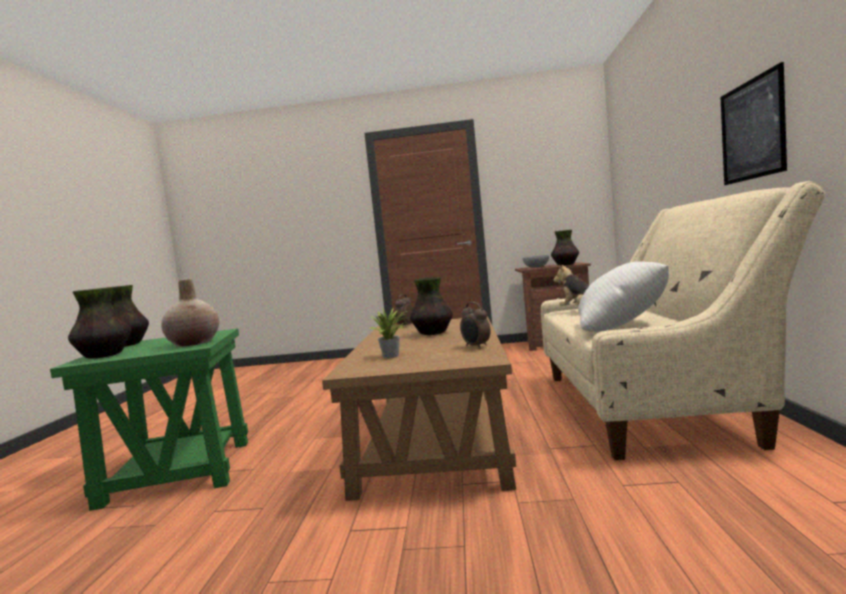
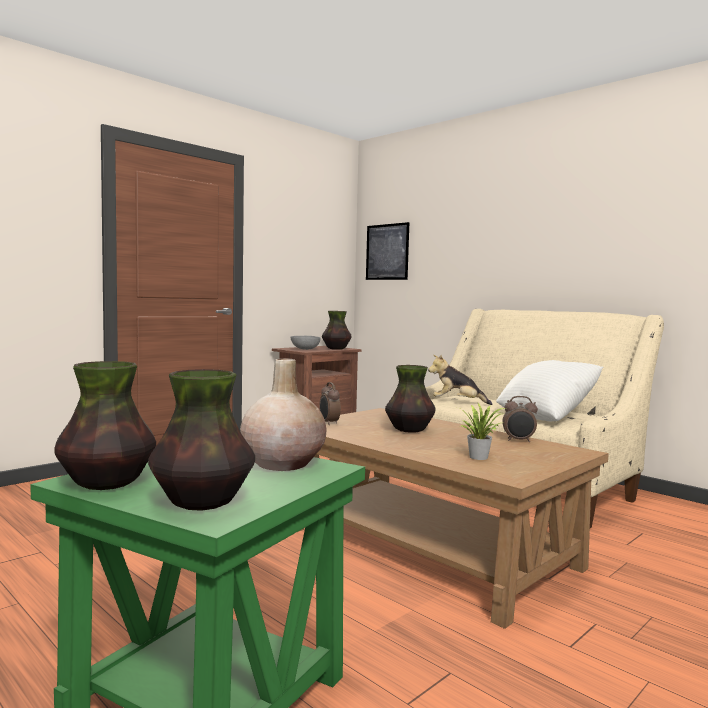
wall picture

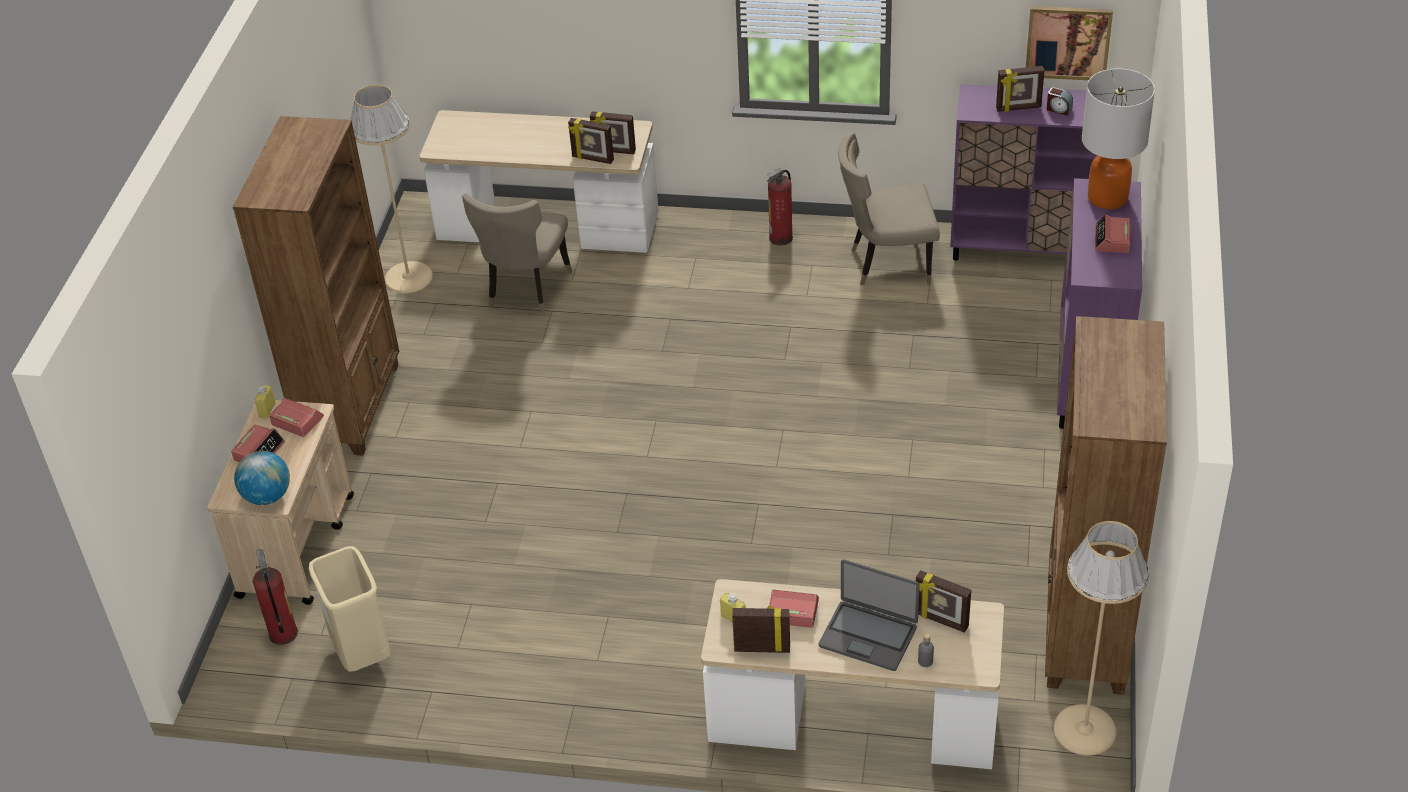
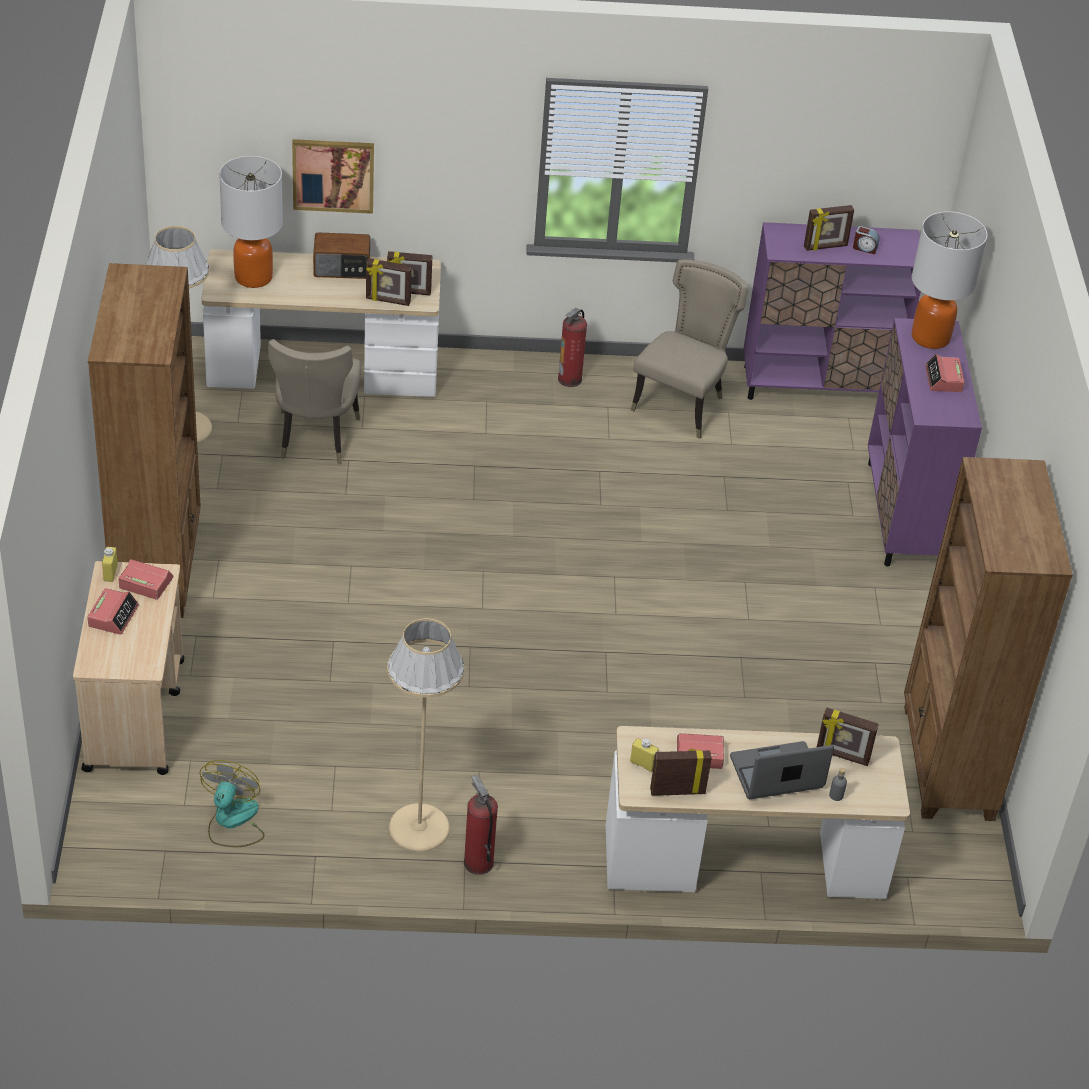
wall picture
upright chair in beige (no. 2 from left)
globe
floor lamp in beige (no. 2 from left)
fan
fire-fighting cylinder (no. 1 from left)
portable computer
lamp for a table (no. 1 from left)
radio

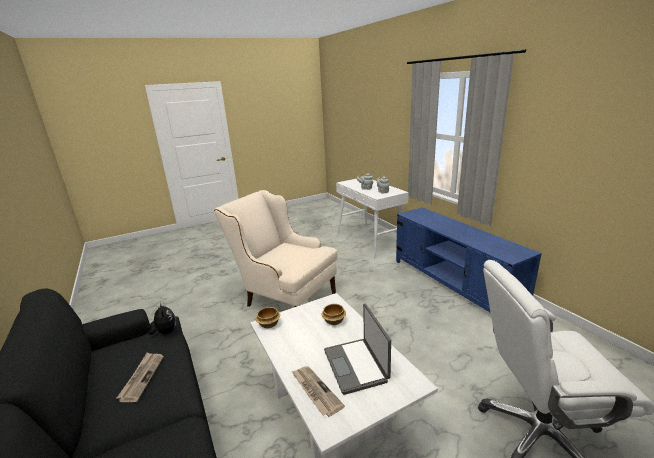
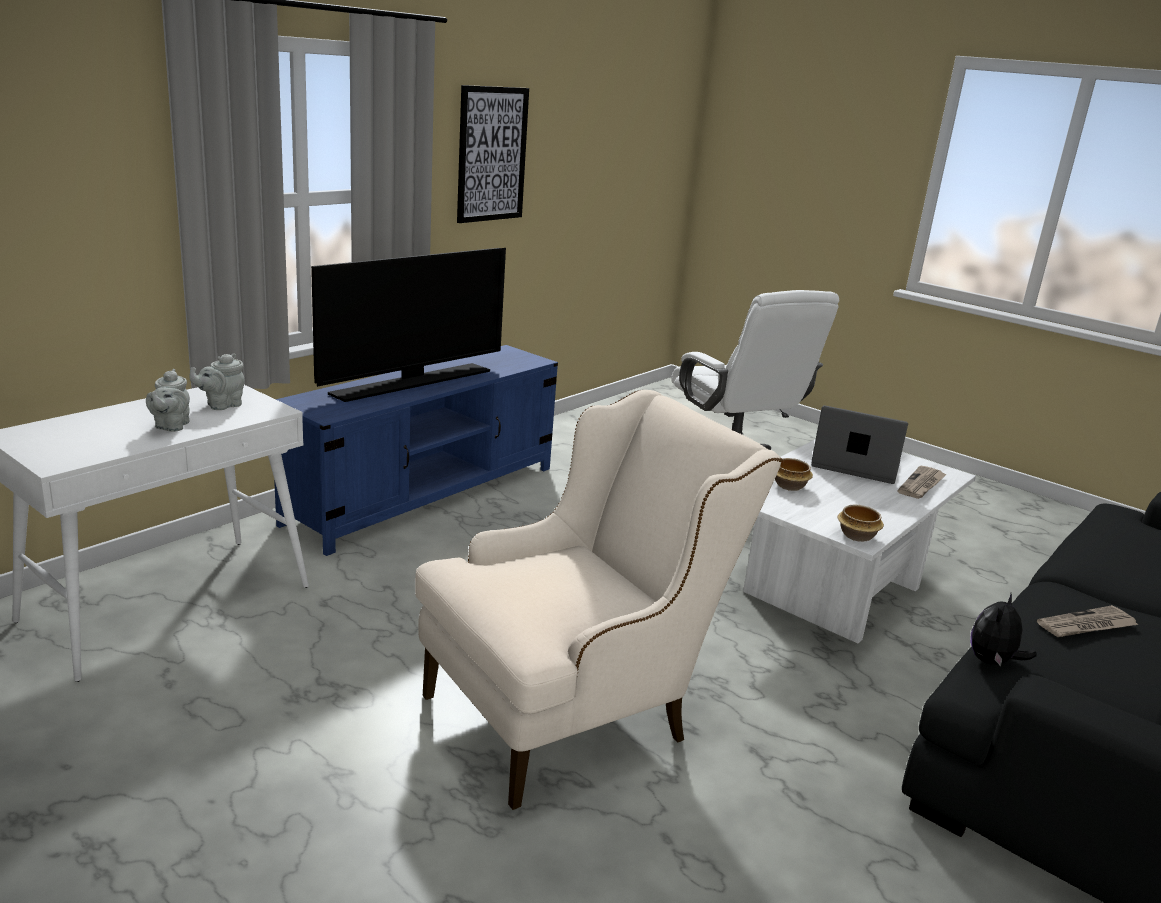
lounge chair in beige
portable computer
wall picture
TV

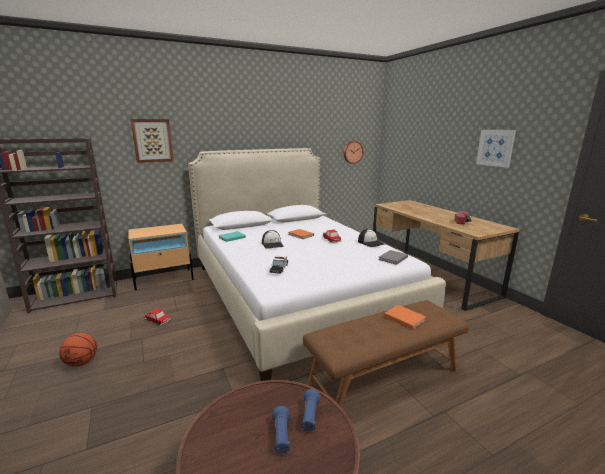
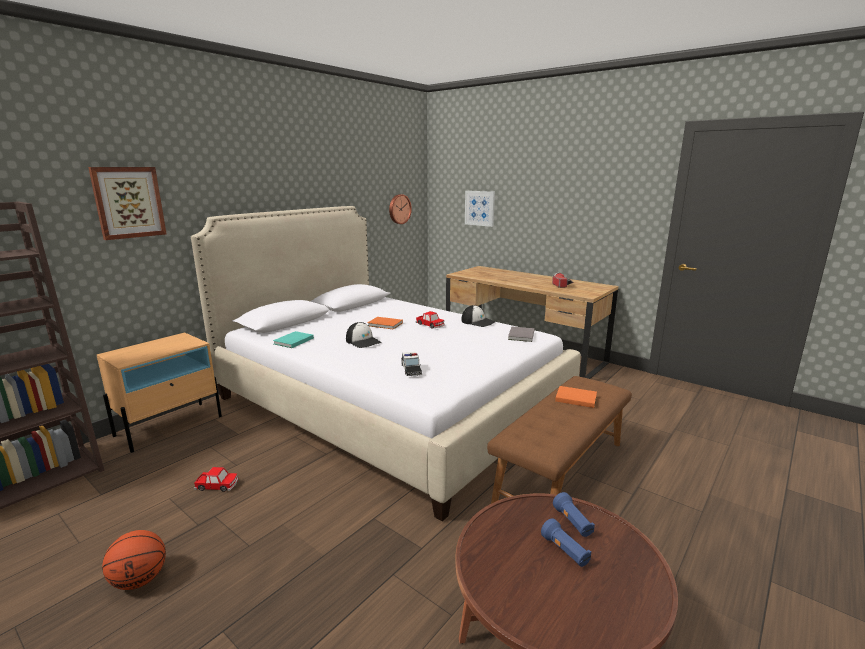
wall picture (no. 2 from left)

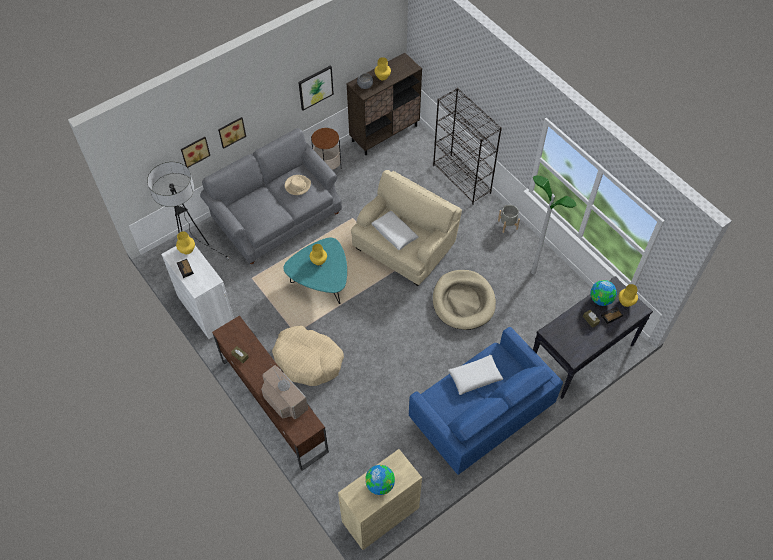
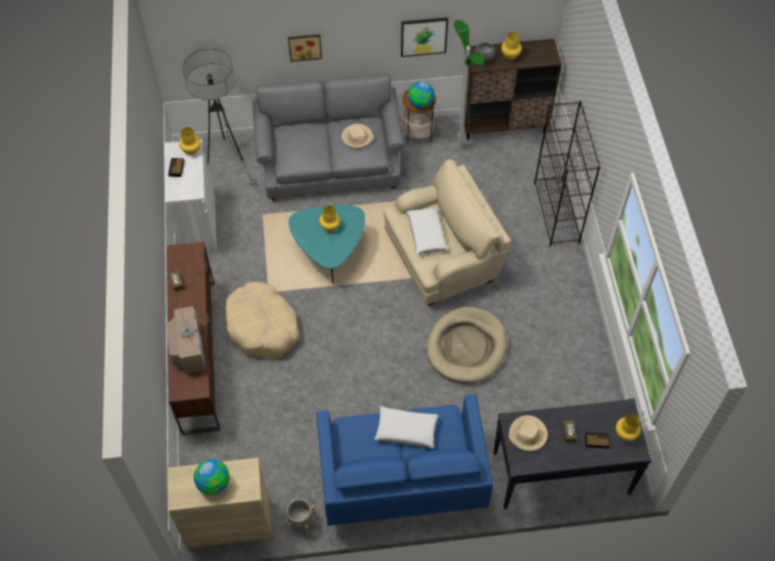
wall picture (no. 1 from left in the first image)
floor lamp (no. 2 from left)
planter in gray
globe (no. 2 from left)
wearable hat in beige (no. 2 from left)

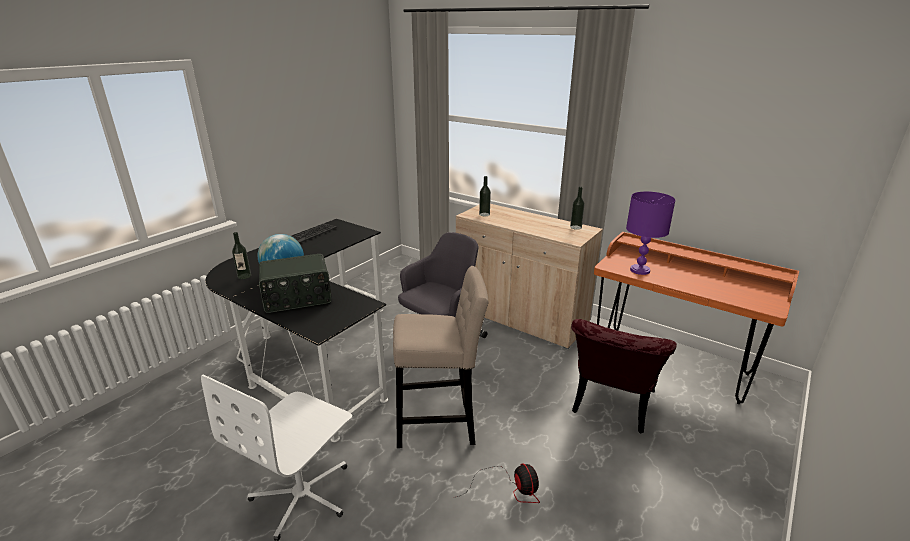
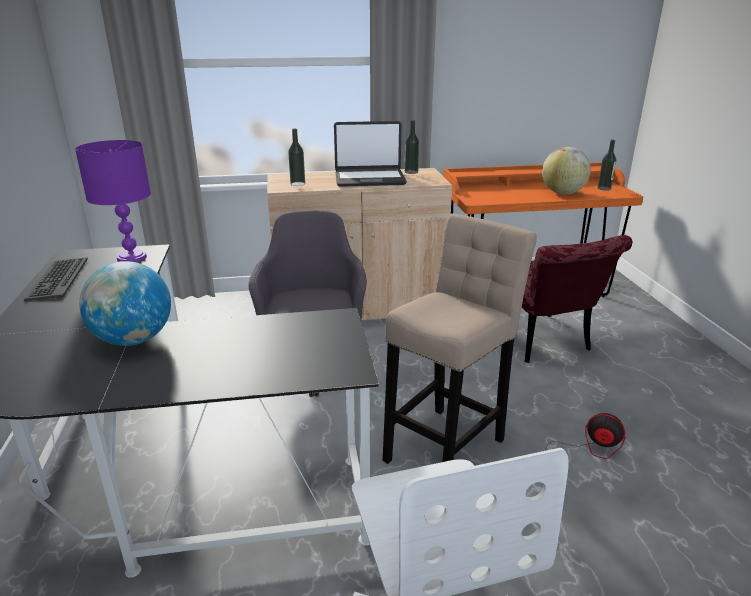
lamp for a table in purplish
drink bottle (no. 3 from left)
radio
portable computer
globe (no. 2 from left)

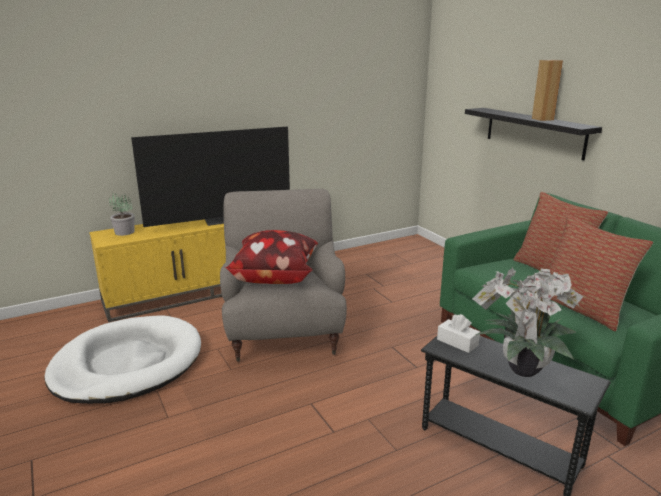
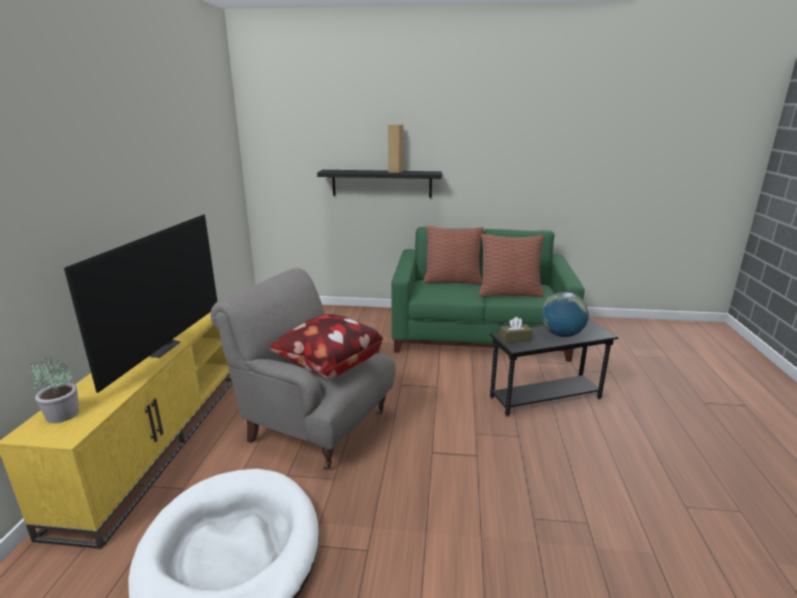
globe
tissue box in brown

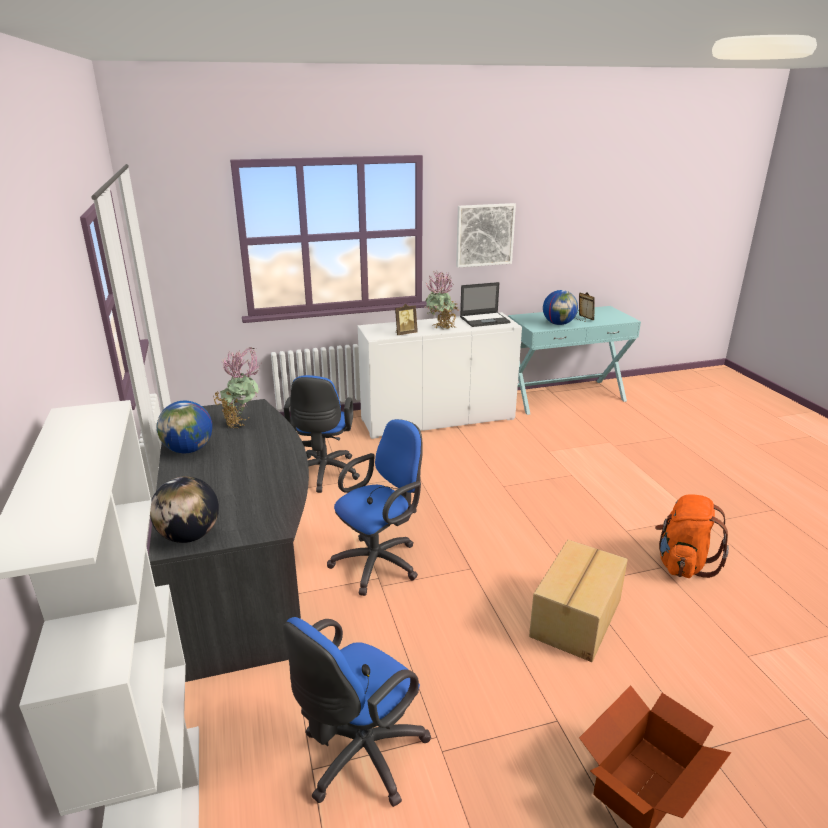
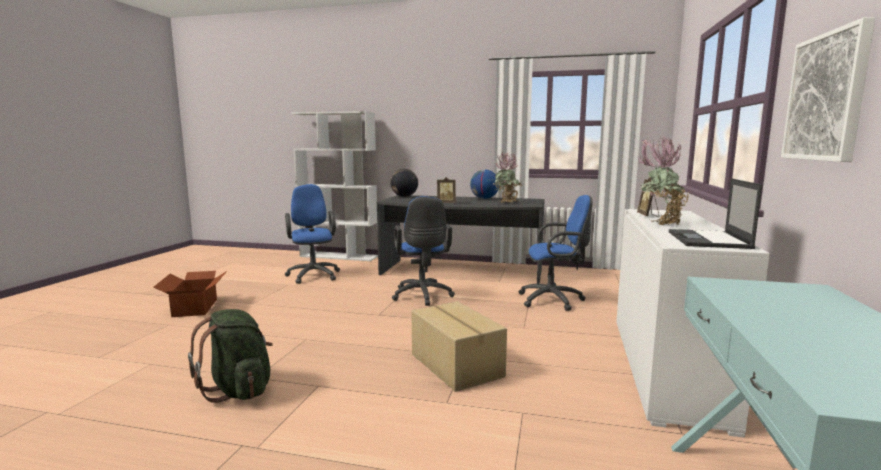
globe (no. 3 from left in the first image)
standing frame (no. 1 from left)
desk chair in bluish (no. 3 from left)
rucksack in green-coloured
cardboard box (no. 2 from left)

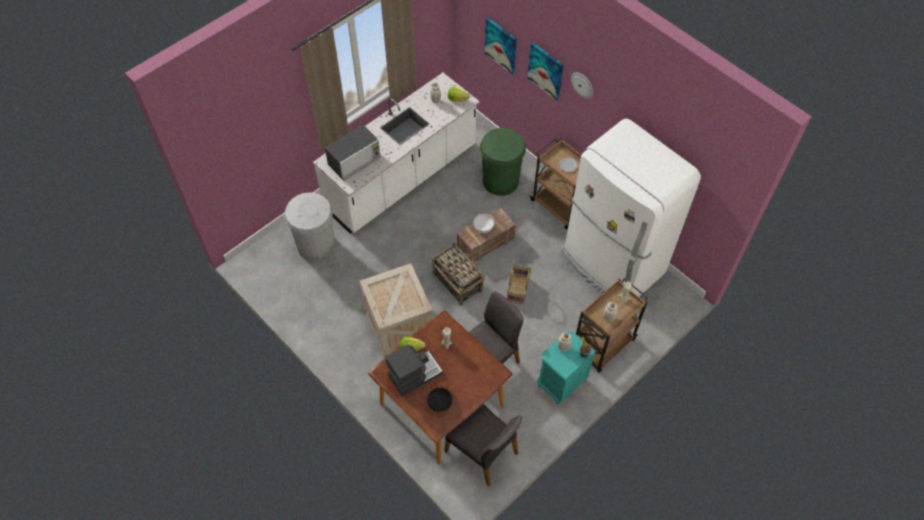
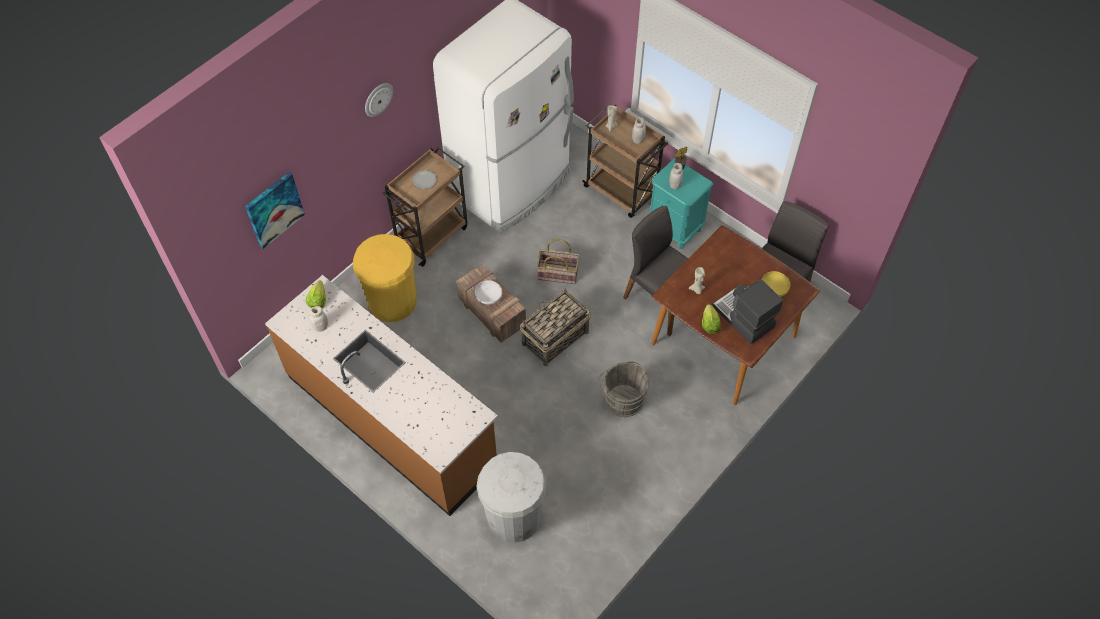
wall picture (no. 2 from left in the first image)
kitchen counter in brown
microwave oven
trash can in yellow-coloured
bucket in gray
deep dish in yellow-coloured

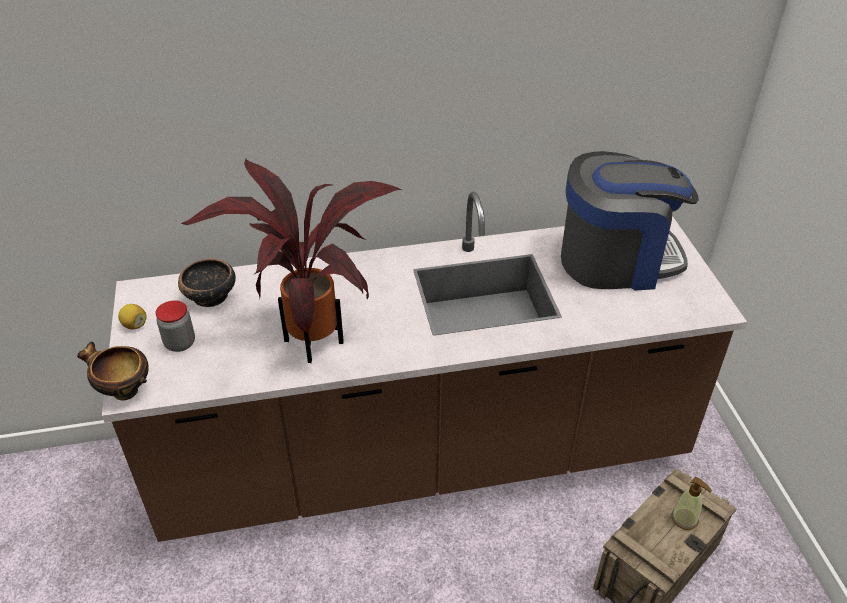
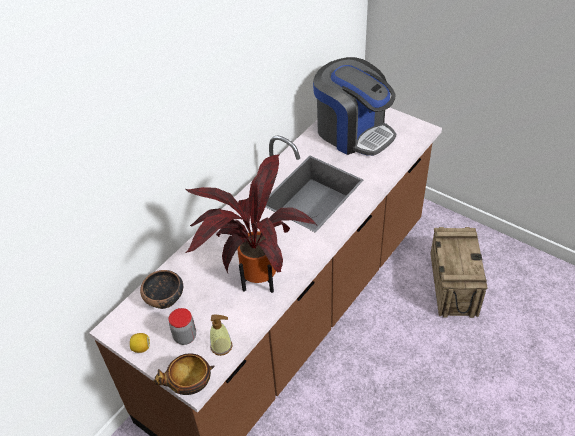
coffee maker
soap dispenser

